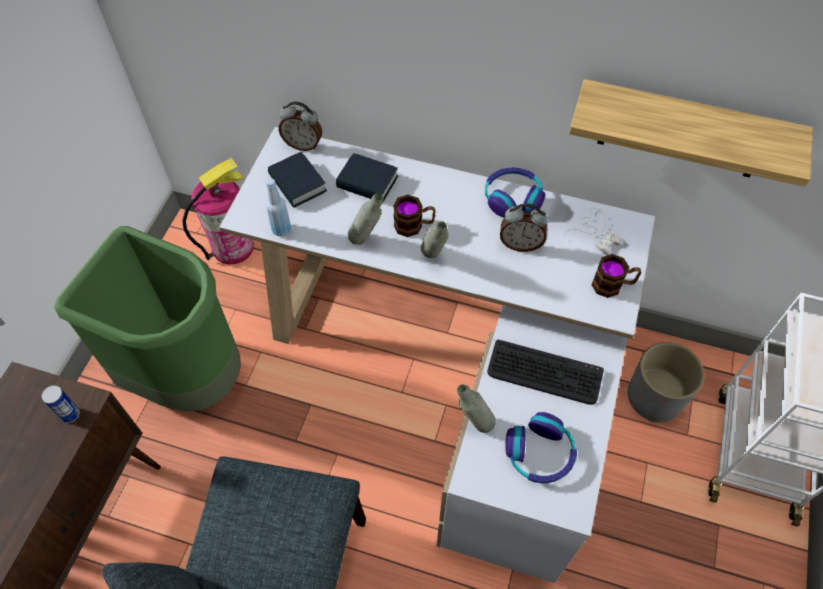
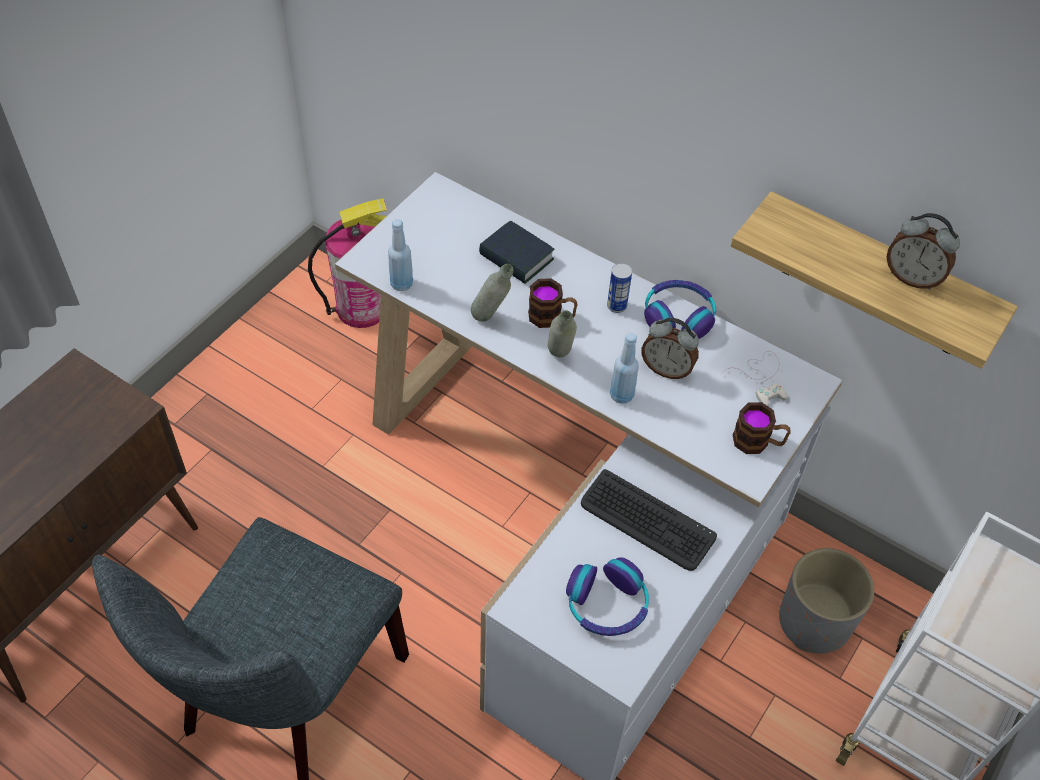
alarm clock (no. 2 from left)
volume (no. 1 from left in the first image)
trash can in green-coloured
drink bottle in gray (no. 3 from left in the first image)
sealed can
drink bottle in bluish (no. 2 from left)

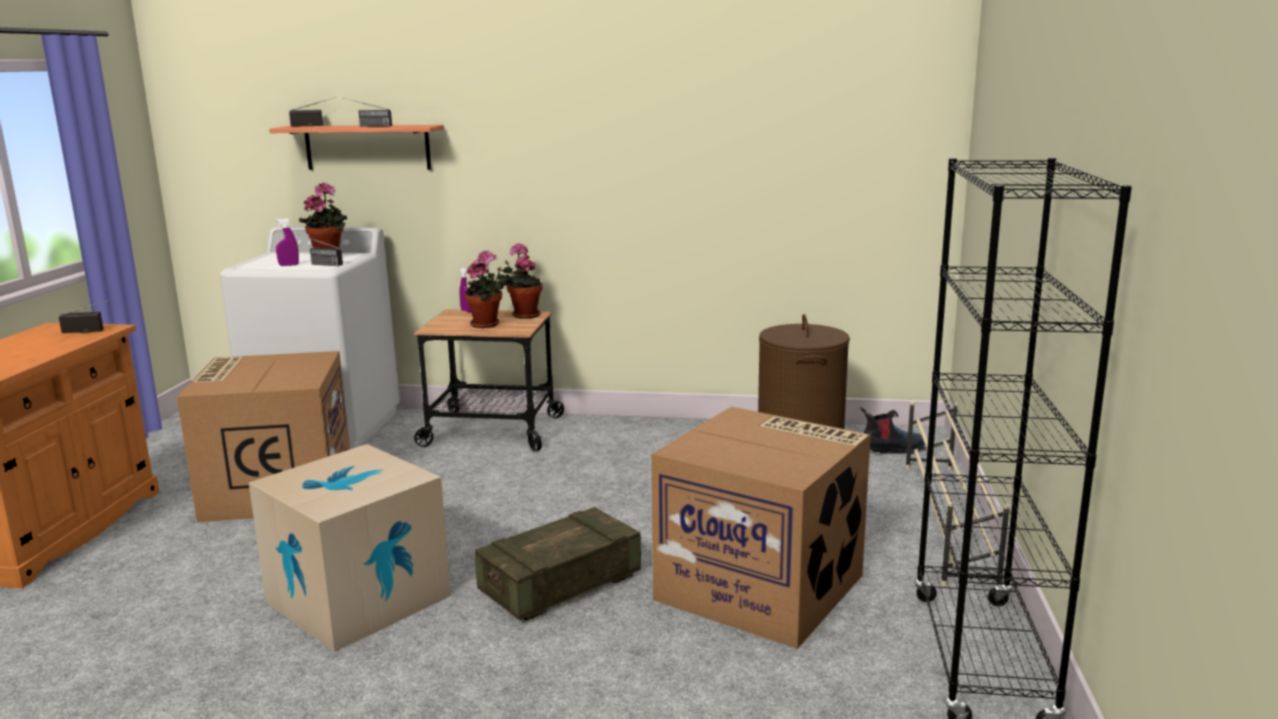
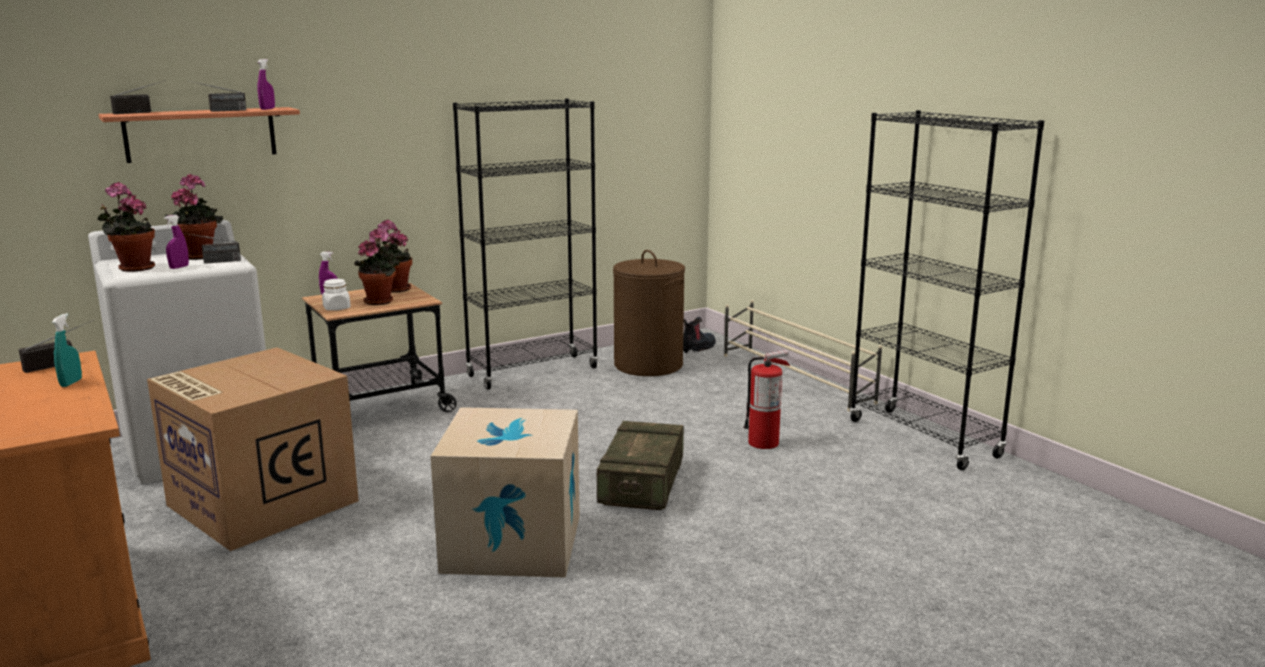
fire-fighting cylinder
spray bottle in purplish (no. 2 from left)
bookshelf in blackish (no. 1 from left)
plant in a pot (no. 1 from left)
jar in whitish
spray bottle in turquoise-coloured

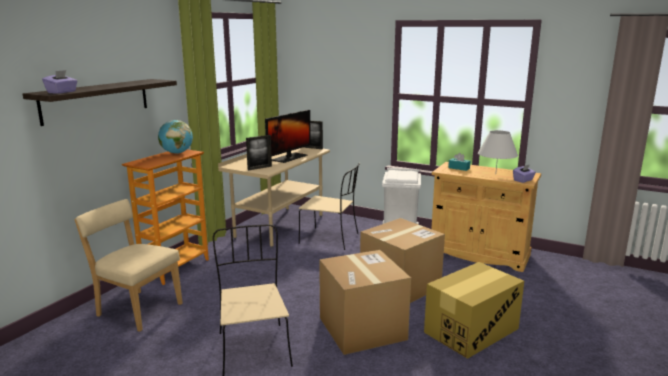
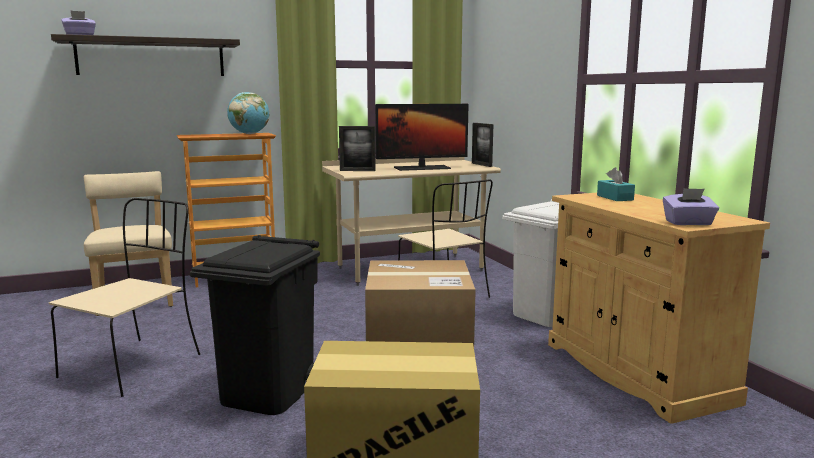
lamp for a table in whitish
trash can in blackish

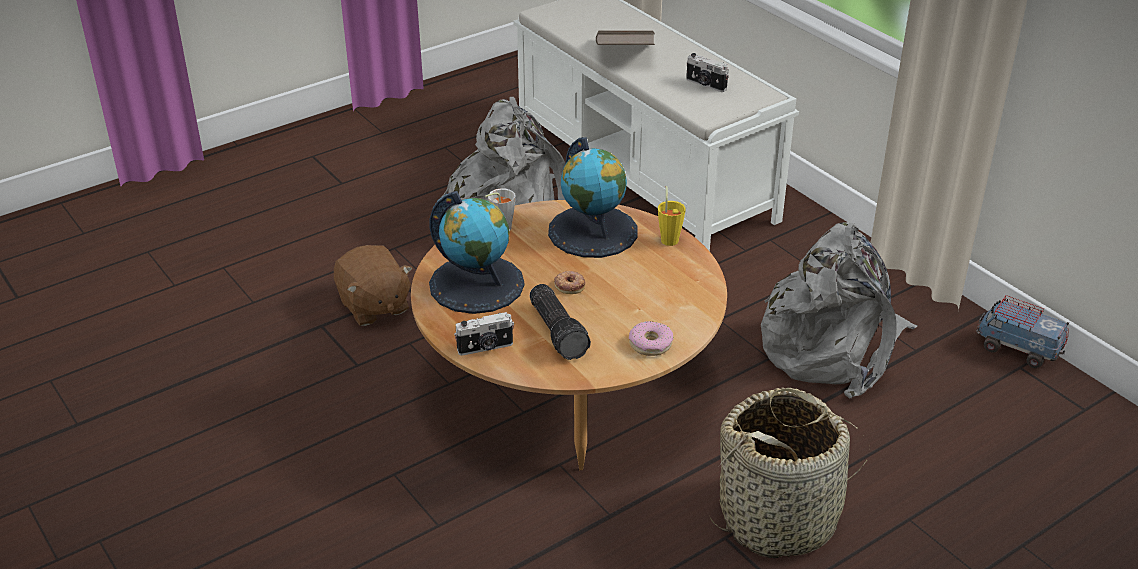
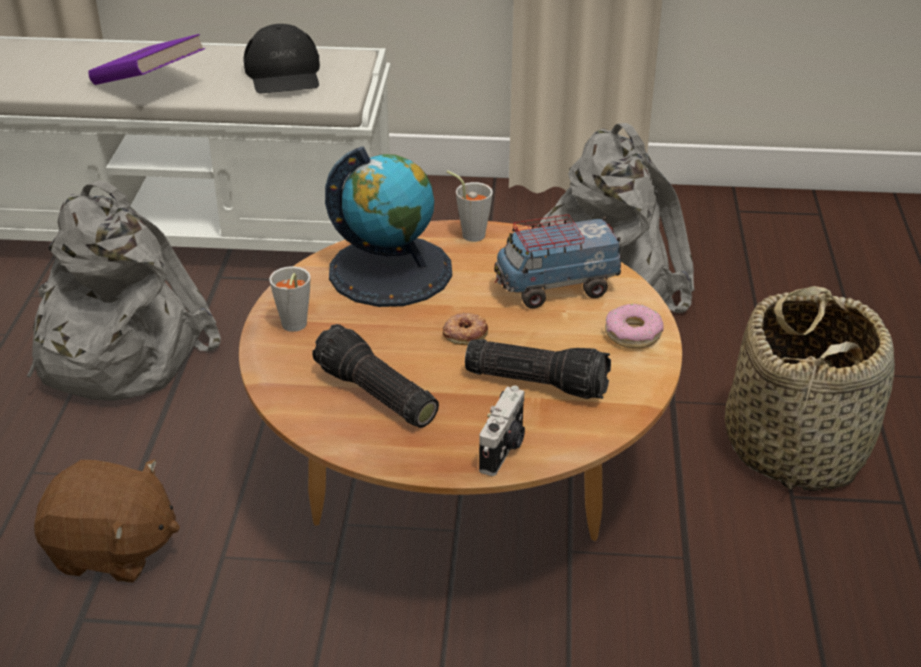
volume in purplish
baseball cap in blackish
small cup in gray (no. 2 from left)
torch (no. 1 from left)
model truck

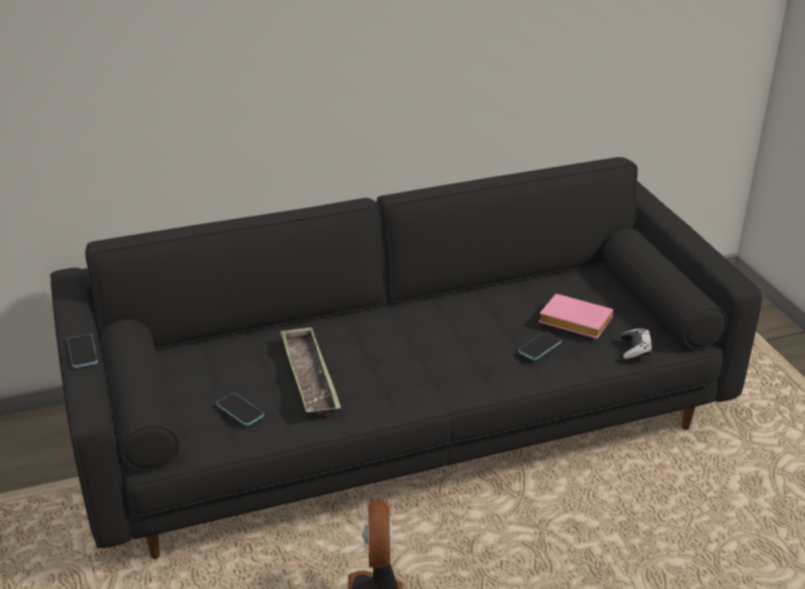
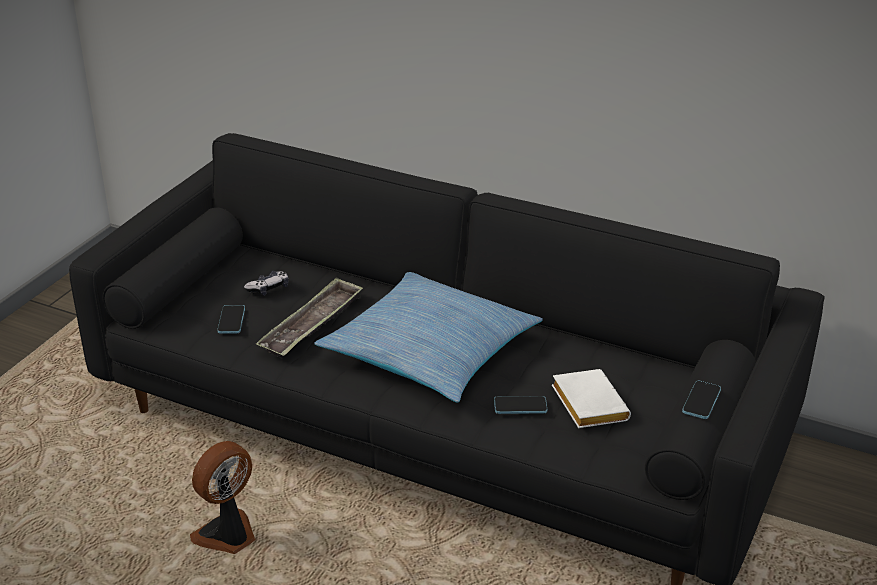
volume in whitish
joypad
phone (no. 3 from left)
cushion

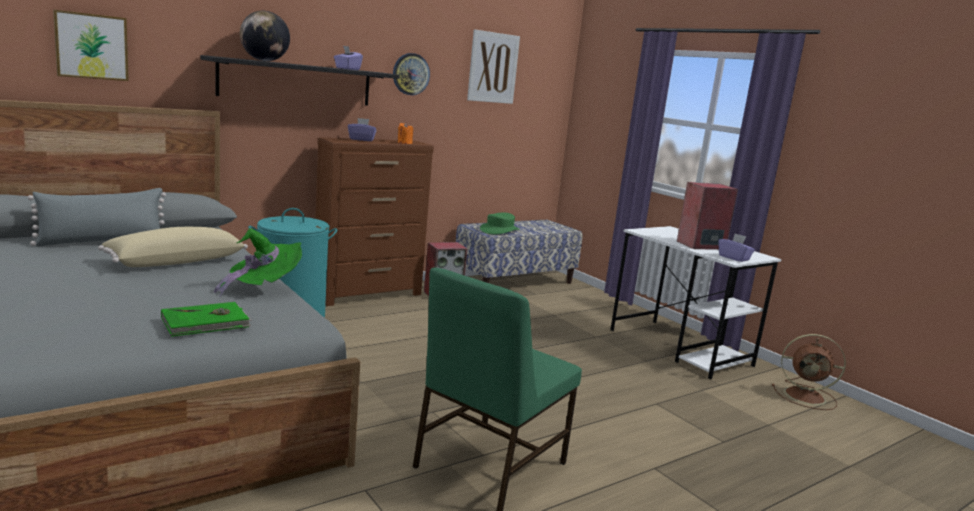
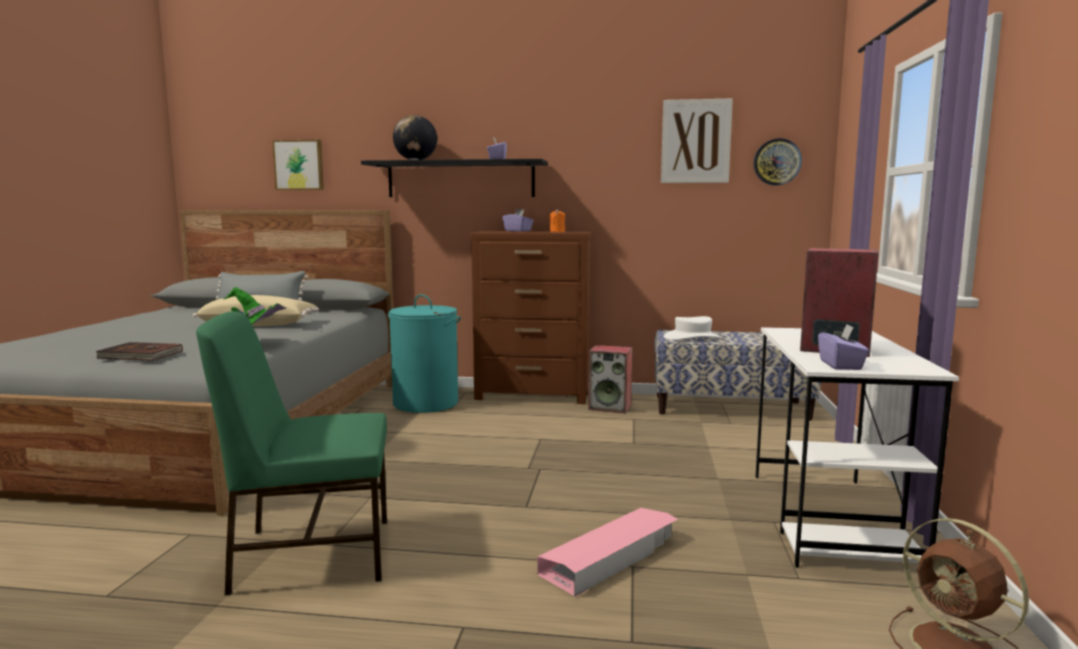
clock on the wall
wearable hat in whitish
volume in brown
storage container in pink

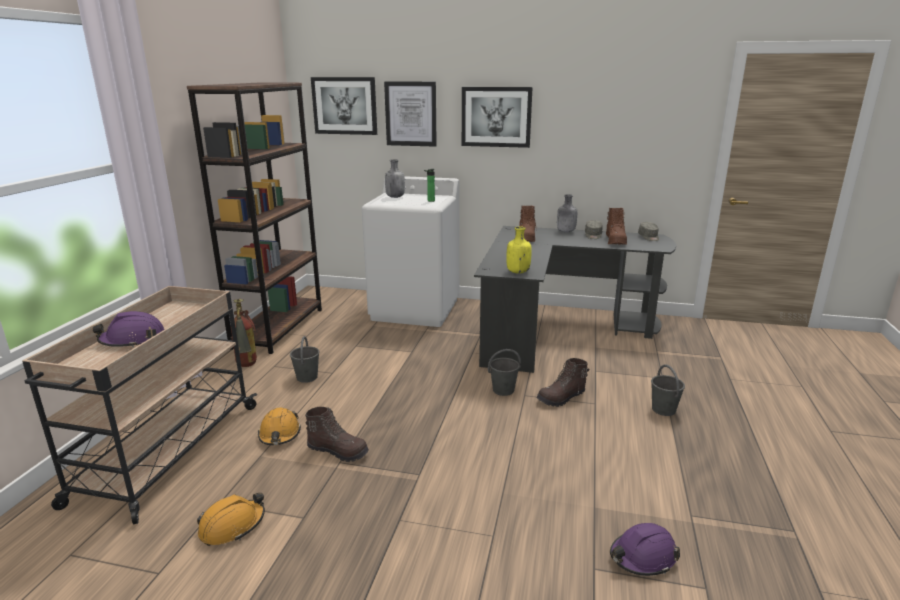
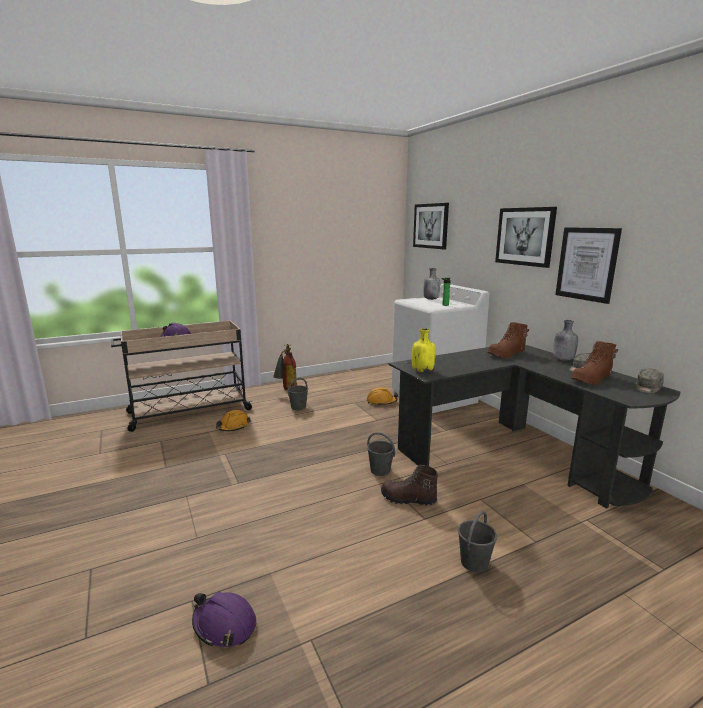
wall picture (no. 3 from left)
bookshelf in brown
high-top boot in brown (no. 1 from left in the first image)
safety helmet in orange (no. 2 from left)

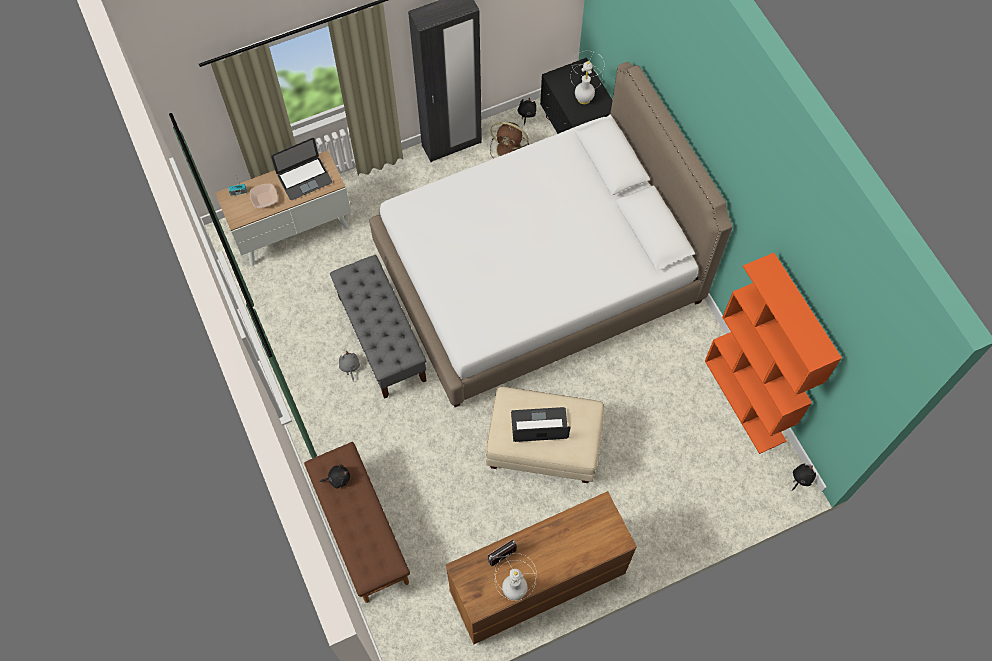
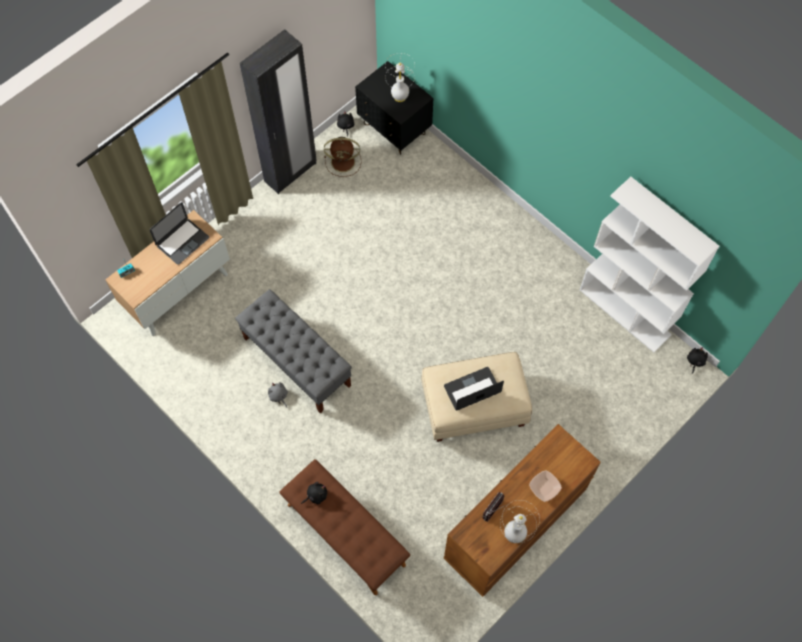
bedroom bed in whitish
deep dish
bookshelf in whitish

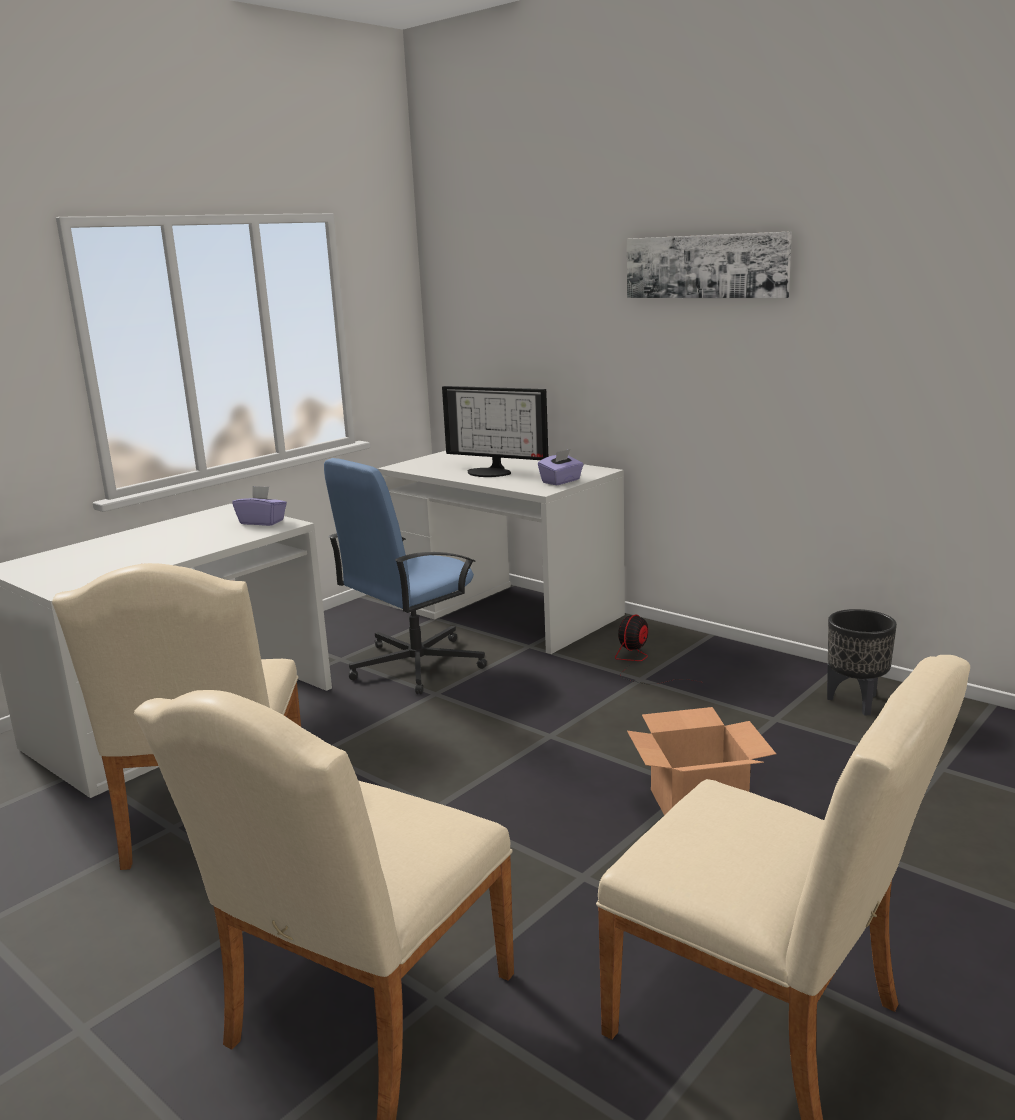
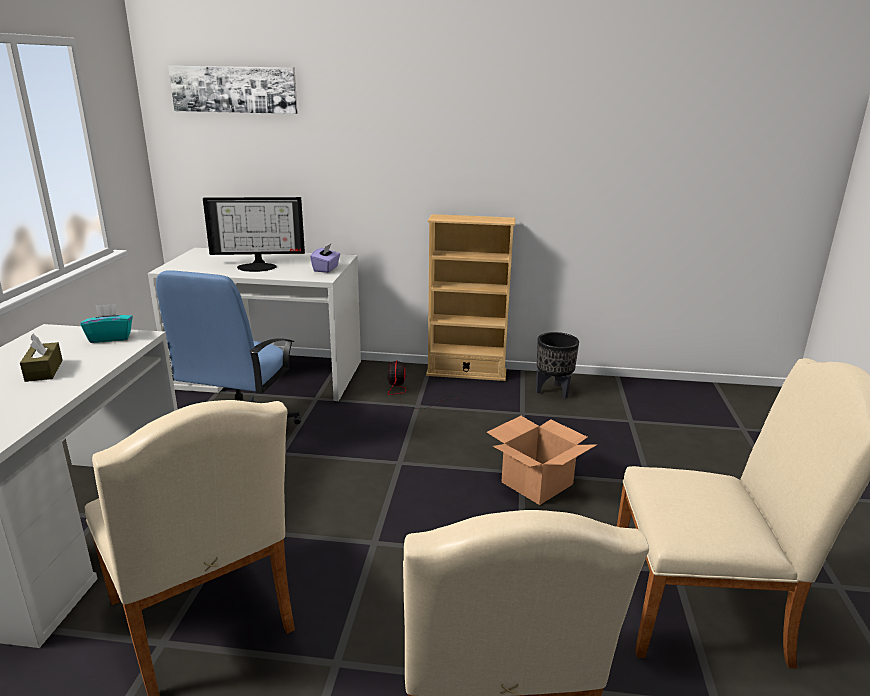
wall picture
tissue box in turquoise-coloured
bookshelf in beige
tissue box in brown

